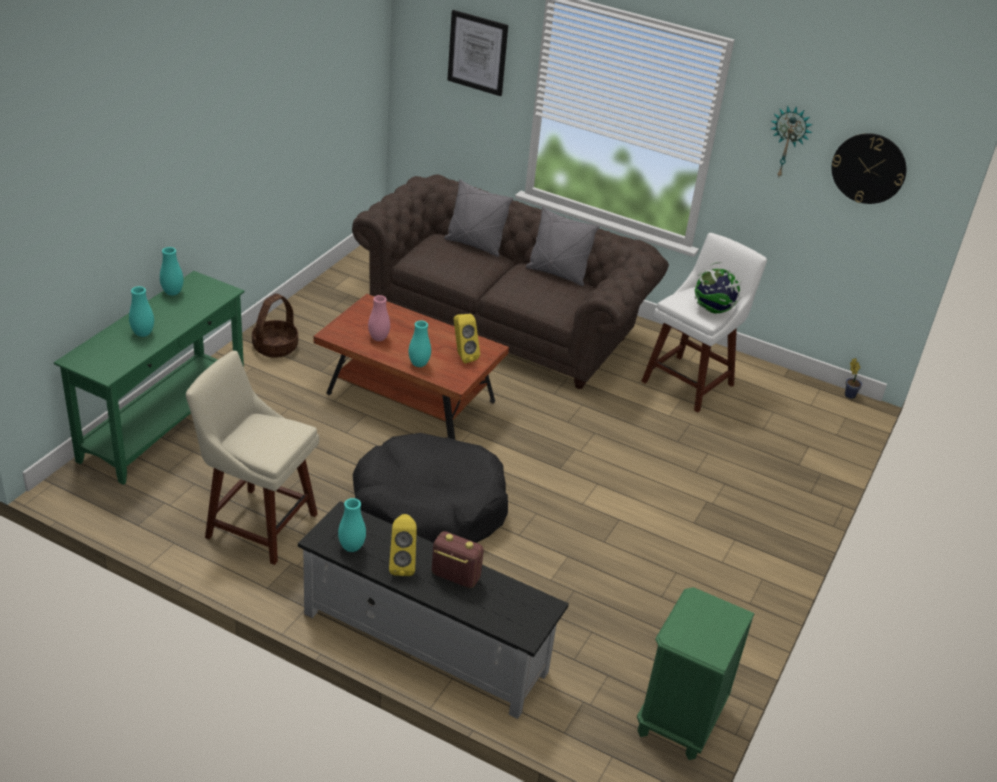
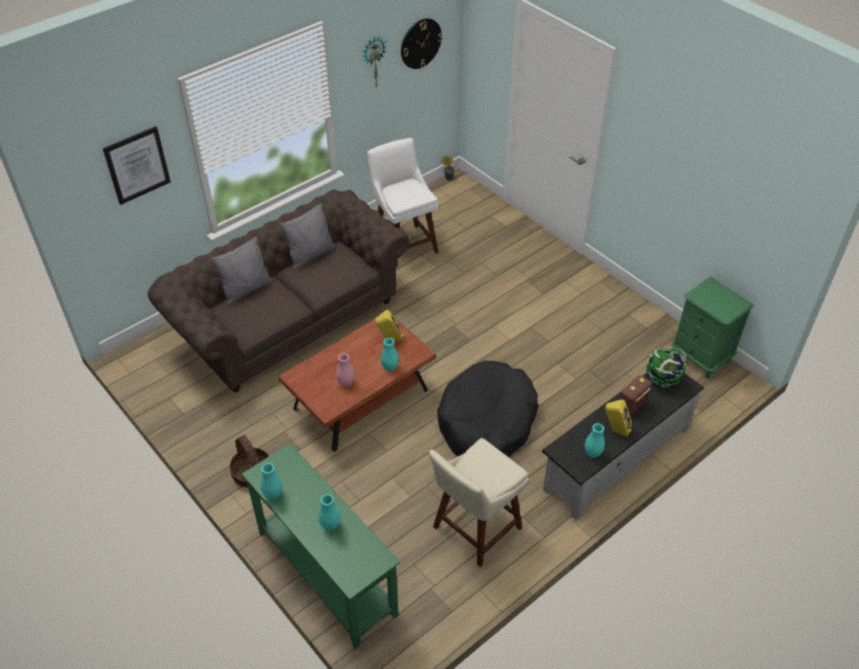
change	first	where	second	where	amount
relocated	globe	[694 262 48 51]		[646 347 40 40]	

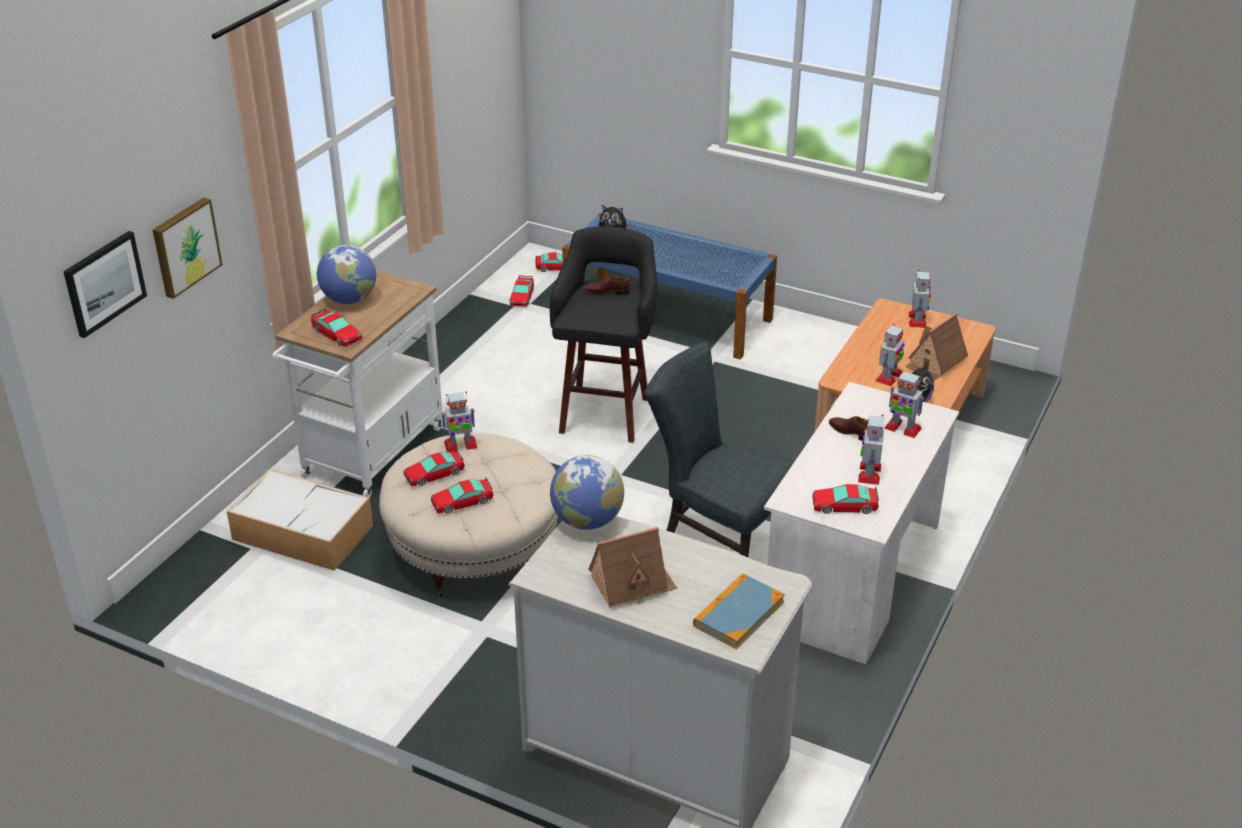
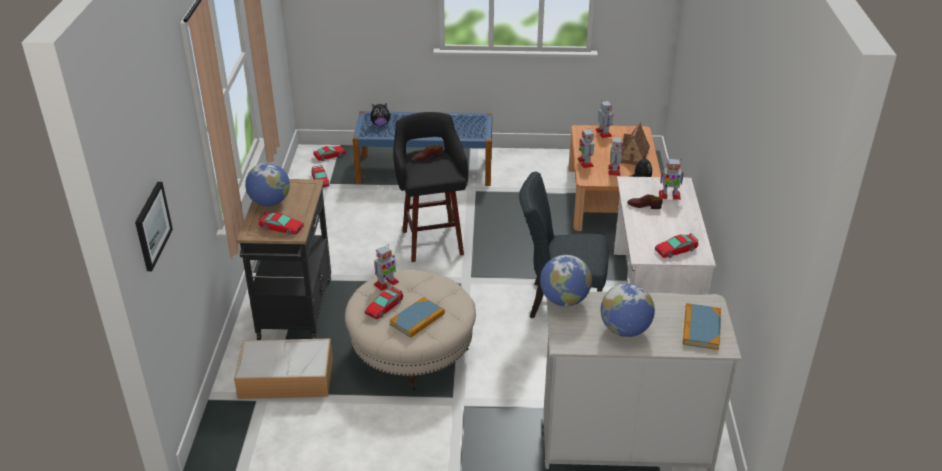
change	first	where	second	where	amount
missing	wall art	[153 198 70 101]			
colour	cart in whitish	[272 270 171 227]	cart in black-coloured	[237 179 95 161]	
exchanged	model car	[431 477 63 36]	book	[389 297 56 41]	
exchanged	toy house	[588 527 90 80]	globe	[601 283 54 54]	
relocated	toy robot	[858 414 27 71]		[578 128 16 40]	

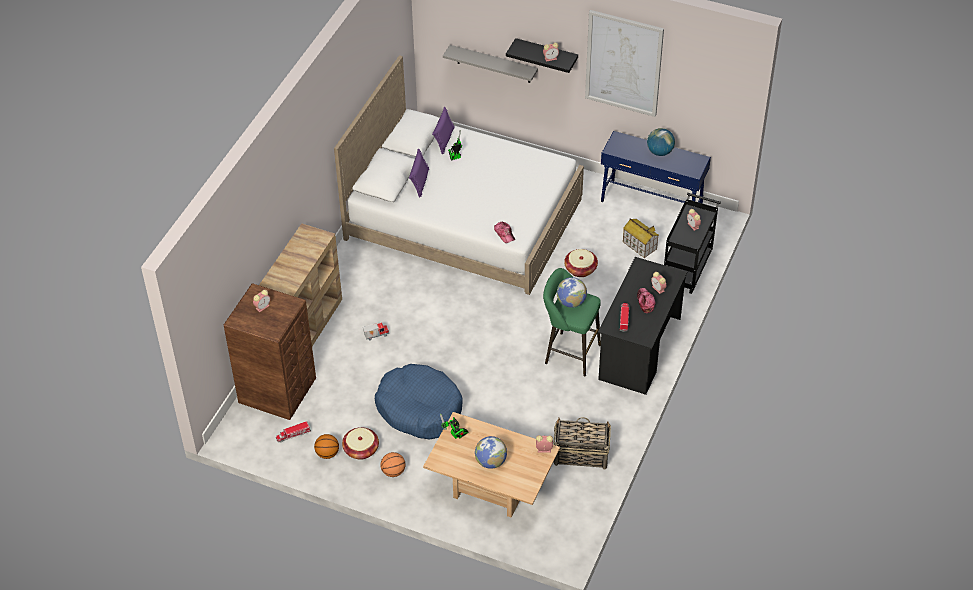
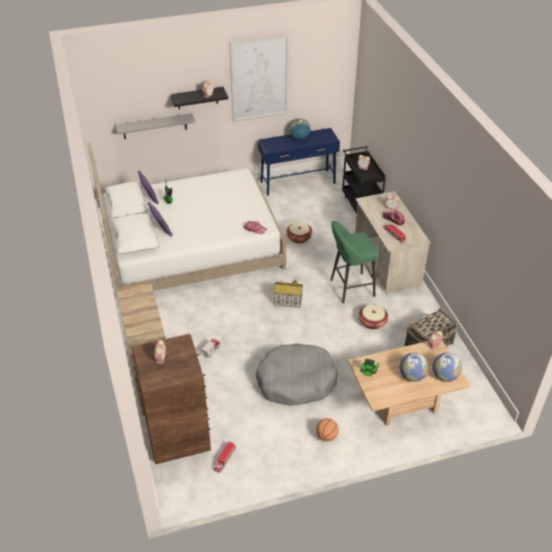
change	first	where	second	where	amount
missing	ball for basketball	[314 434 25 25]			
relocated	basket	[342 427 37 33]		[359 304 29 25]	
colour	dog cushion in bluish	[375 364 88 76]	dog cushion in grey	[256 343 82 63]	
relocated	globe	[557 277 30 31]		[432 353 30 29]	
colour	desk unit in black-coloured	[598 257 89 138]	desk unit in sand-coloured	[355 191 76 103]	
relocated	toy house	[623 218 36 40]		[274 279 29 29]	

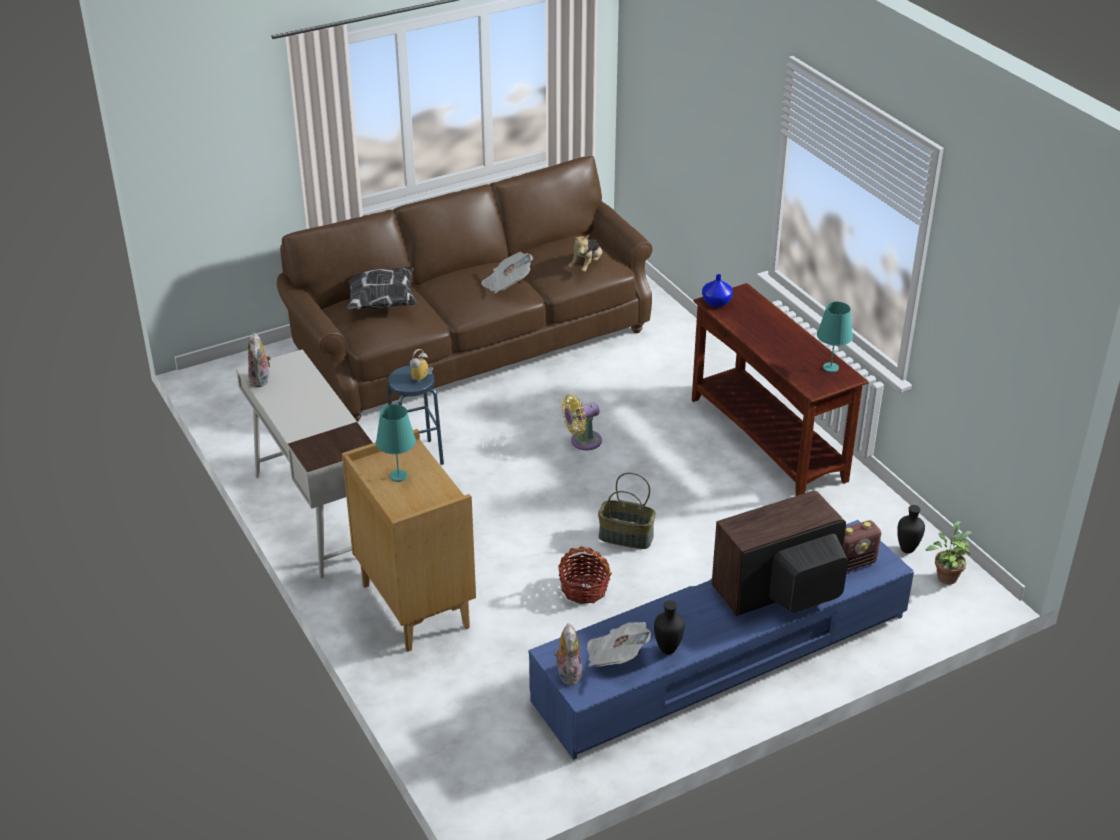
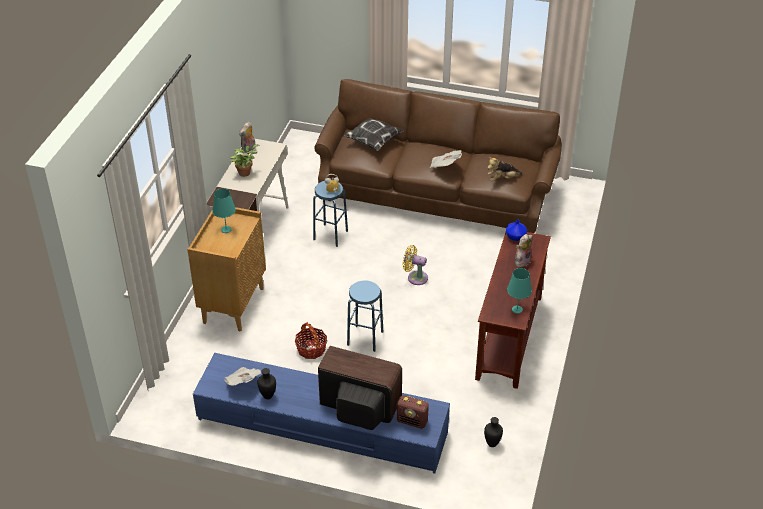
change	first	where	second	where	amount
relocated	soft toy	[554 623 28 62]		[515 234 17 33]	
exchanged	basket	[598 472 58 77]	stool seat in bluish	[347 280 36 72]	
relocated	potted plant	[926 521 46 63]		[230 144 30 33]	

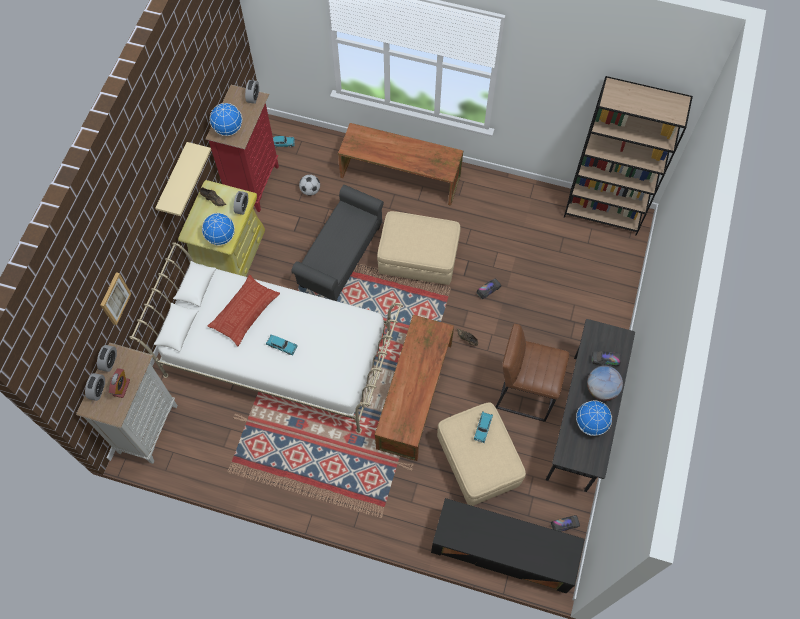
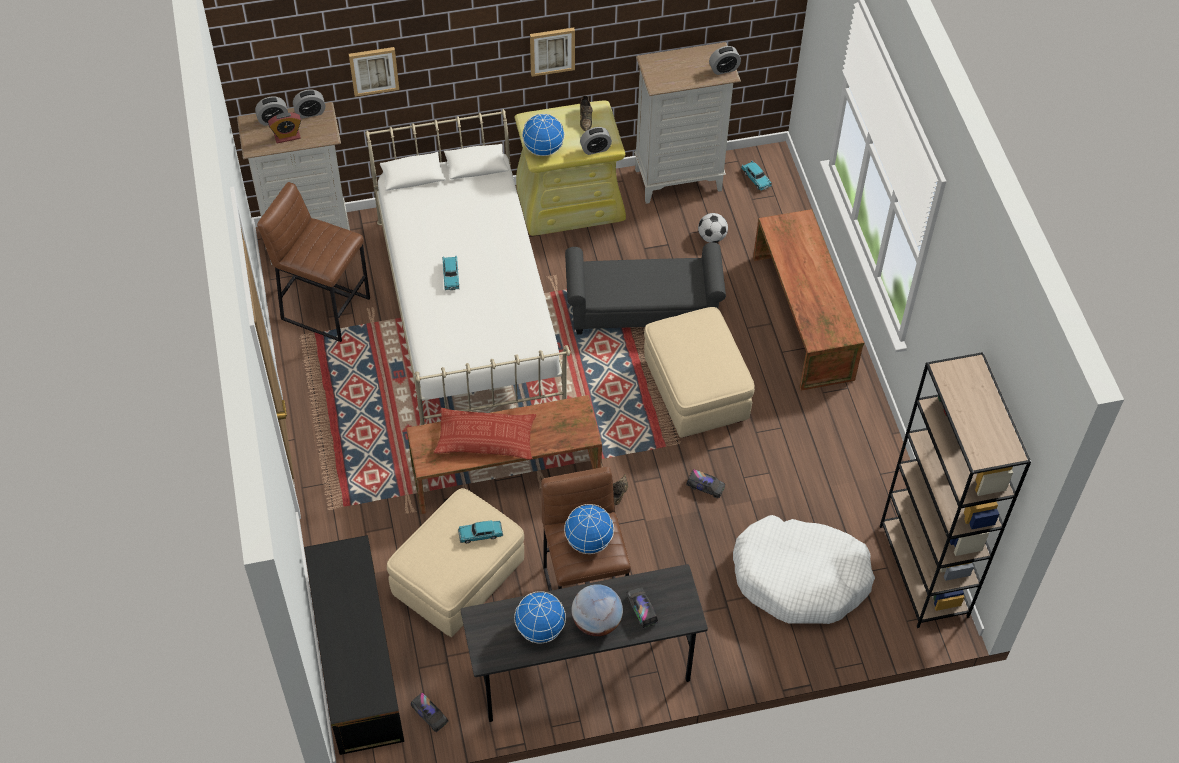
change	first	where	second	where	amount
exchanged	shelf in sand-coloured	[155 142 56 74]	wall art	[530 28 45 49]	
colour	chest of drawers in red	[206 85 73 127]	chest of drawers in whitish	[634 42 107 162]	
relocated	pillow	[208 275 72 71]		[434 408 102 52]	
relocated	globe	[209 103 33 33]		[564 504 50 50]	
appeared			stool seat in brown	[257 182 113 160]	
appeared			dog cushion in whitish	[733 515 142 109]	

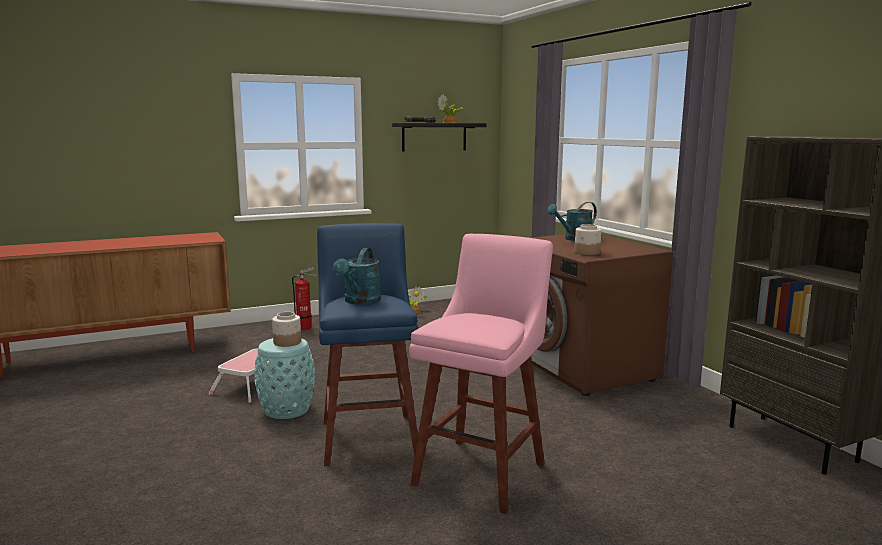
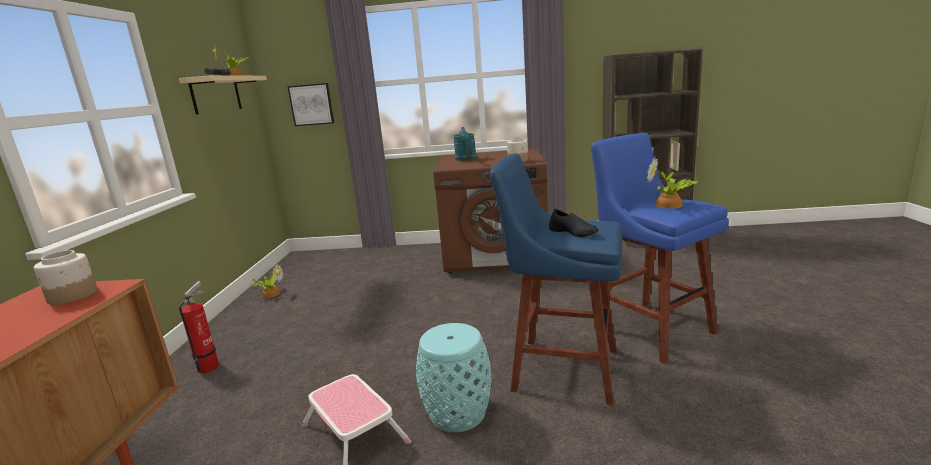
change	first	where	second	where	amount
relocated	preserve jar	[272 312 29 35]		[34 250 63 55]	
exchanged	sprinkling can in turquoise-coloured	[333 248 48 57]	item of footwear in black-coloured	[549 209 50 28]	
colour	shelf in black-coloured	[392 123 94 28]	shelf in sand-coloured	[179 75 88 39]	
colour	stool seat in pinkish	[409 234 144 280]	stool seat in bluish	[591 133 138 231]	
appeared			wall art	[287 83 47 43]	
appeared			potted plant	[647 157 51 51]	

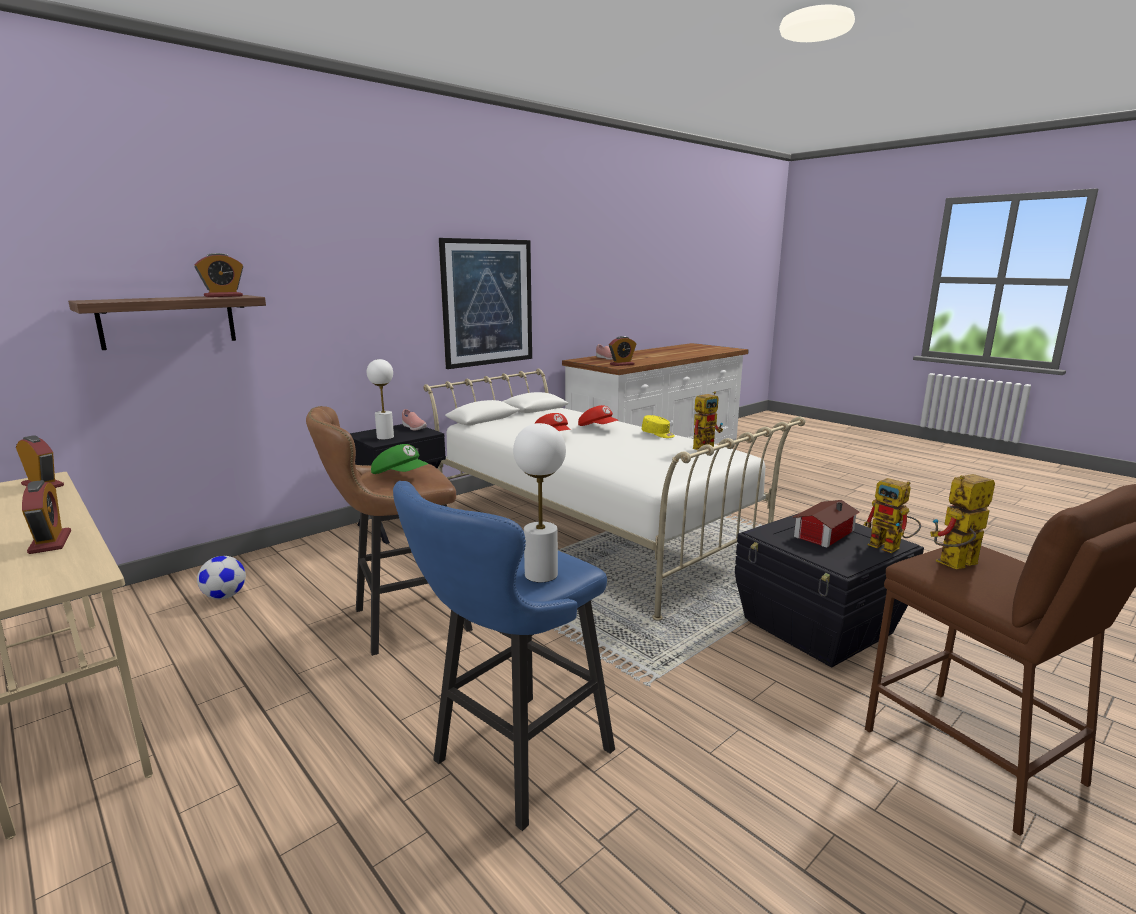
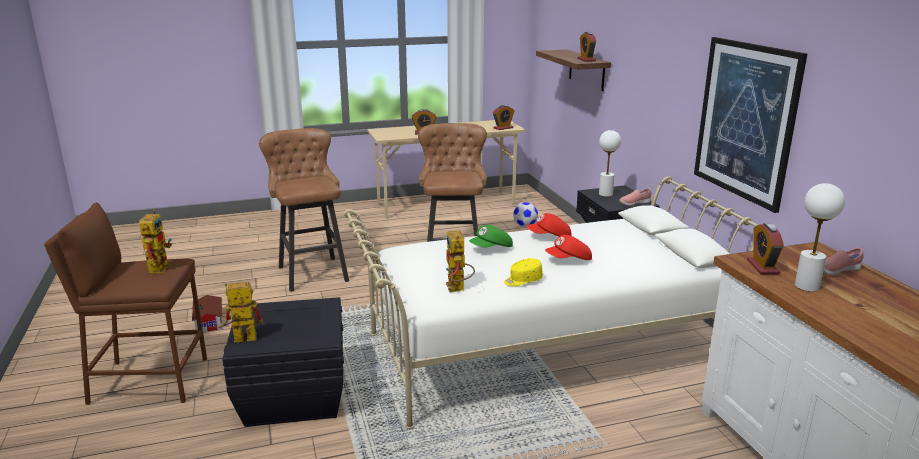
change	first	where	second	where	amount
relocated	baseball cap in green	[371 444 57 30]		[469 225 44 23]	
colour	stool seat in bluish	[393 481 222 350]	stool seat in brown	[259 128 90 164]	
relocated	table lamp in whitish	[513 423 53 160]		[795 183 50 109]	
relocated	toy house	[793 500 67 47]		[192 295 30 37]	

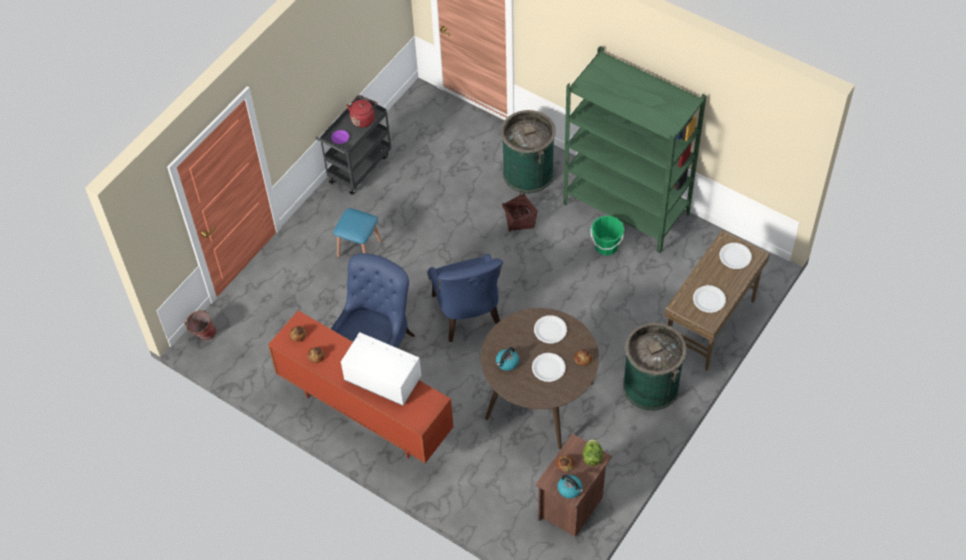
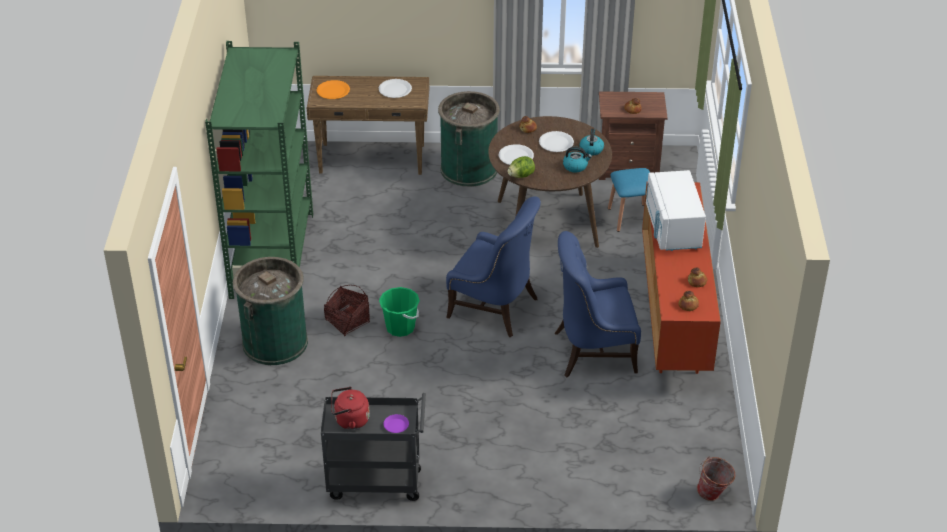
change	first	where	second	where	amount
relocated	stool seat in bluish	[334 208 48 50]		[608 168 42 64]	
spun	upright chair in bluish	[427 254 76 88]		[446 196 95 141]	75 degrees clockwise
relocated	tea kettle	[558 474 25 24]		[579 129 25 27]	
relocated	lettuce head	[583 439 20 27]		[507 156 28 22]	
relocated	water bucket in green	[590 215 35 41]		[379 287 41 50]	
colour	flat dish in whitish	[719 243 33 26]	flat dish in orange-coloured	[316 80 34 19]	

